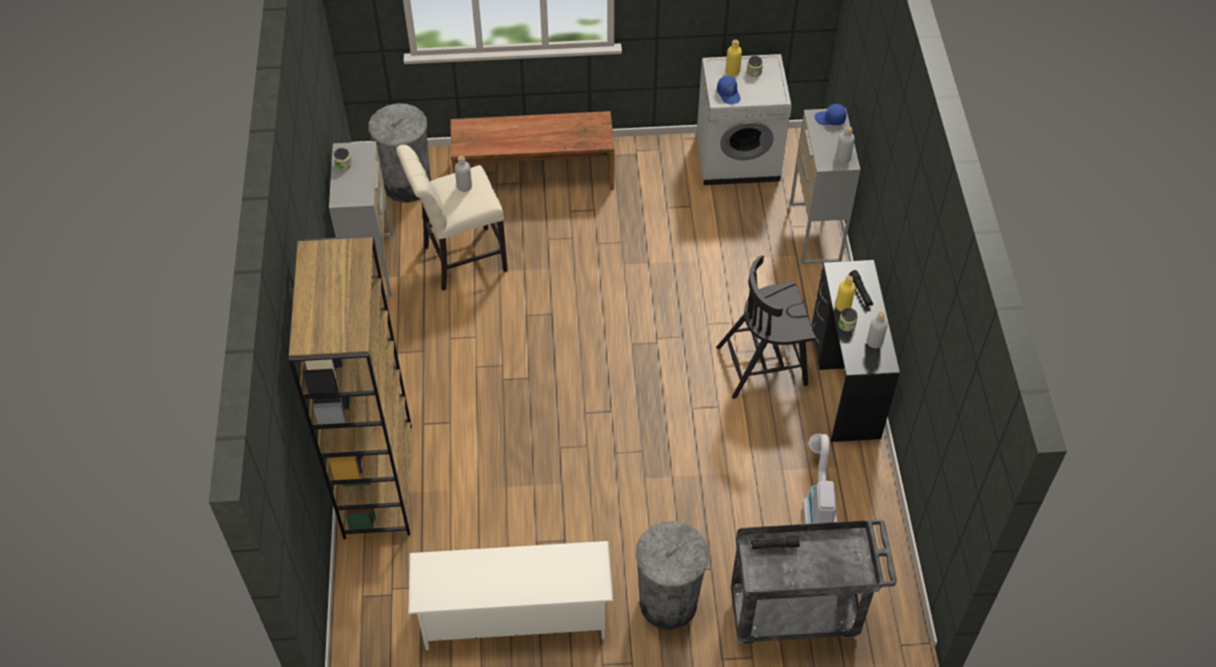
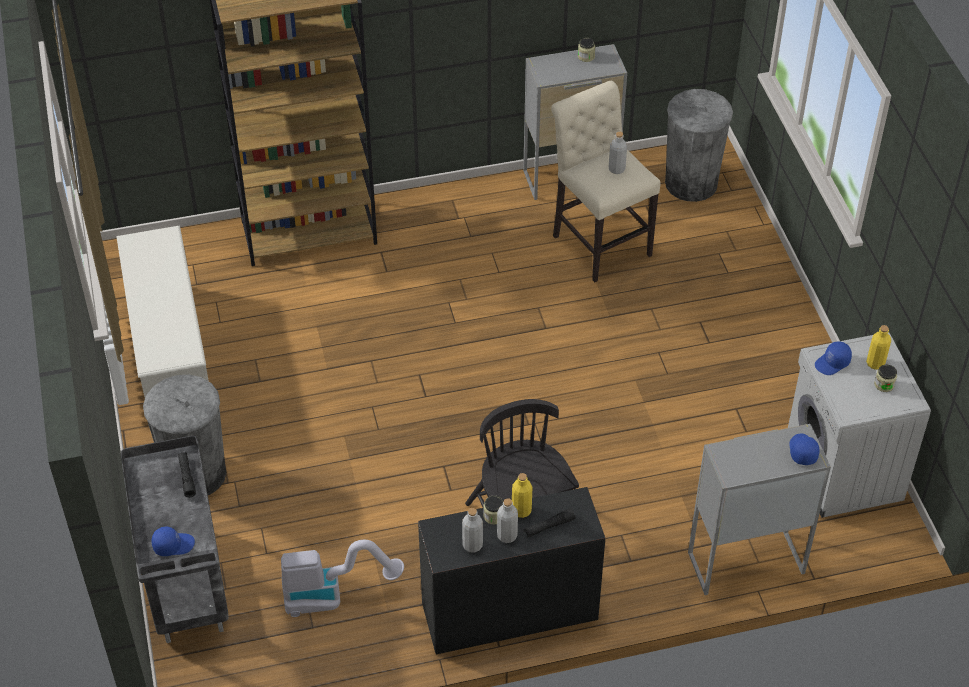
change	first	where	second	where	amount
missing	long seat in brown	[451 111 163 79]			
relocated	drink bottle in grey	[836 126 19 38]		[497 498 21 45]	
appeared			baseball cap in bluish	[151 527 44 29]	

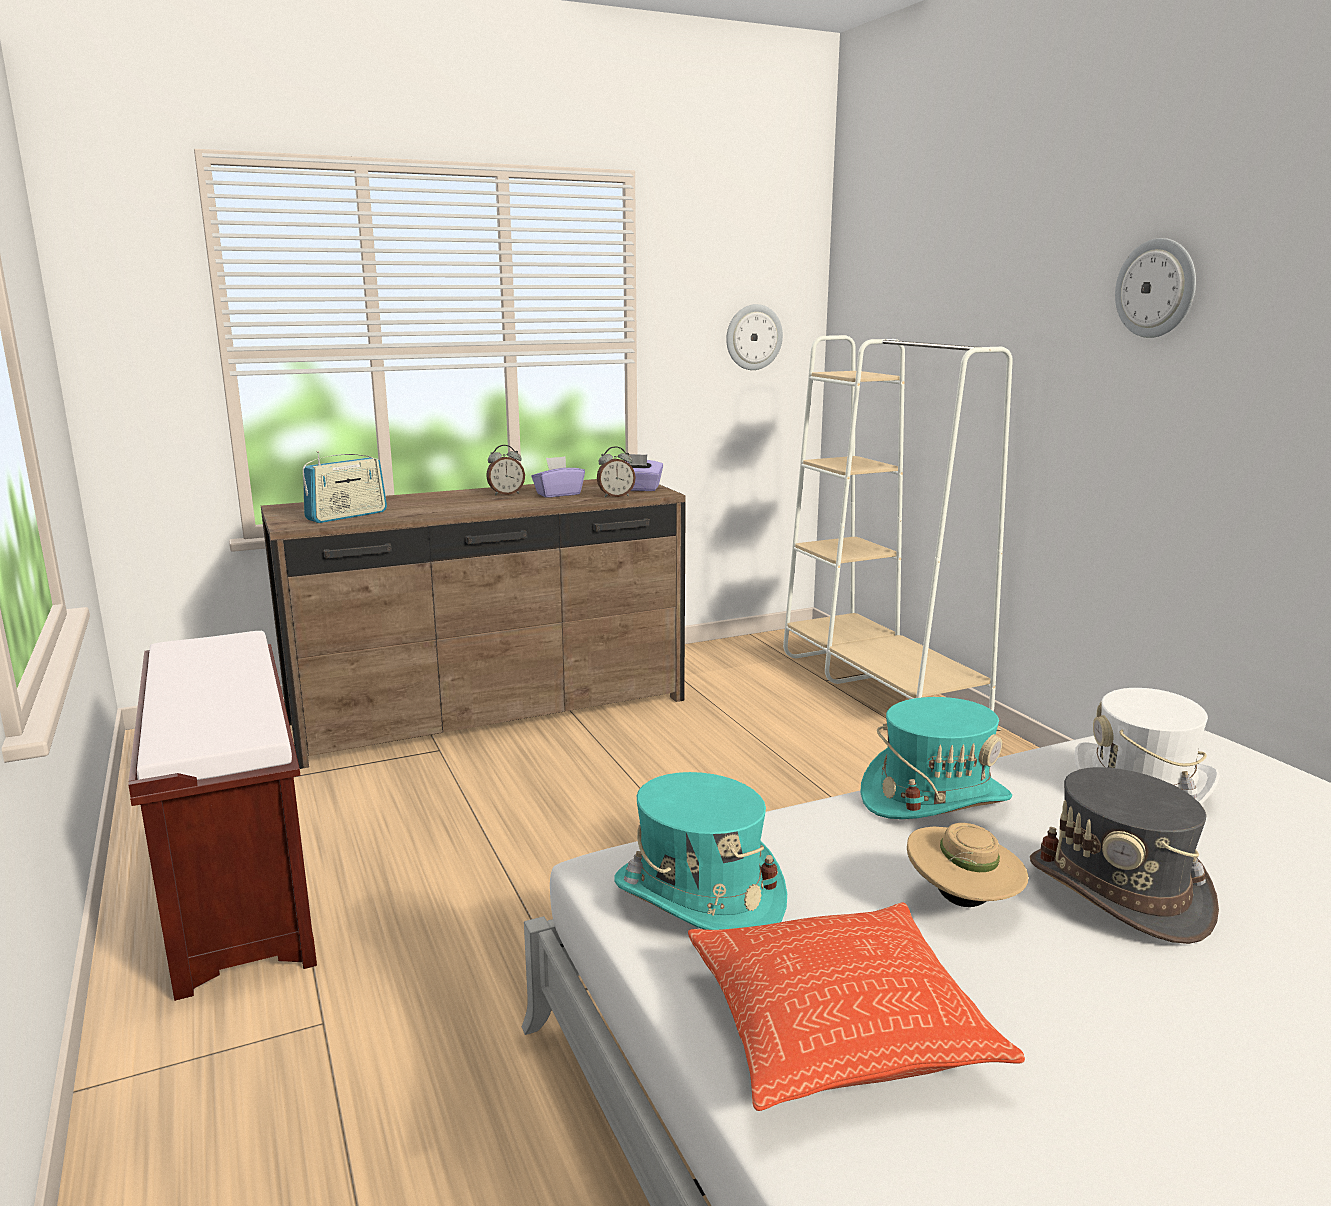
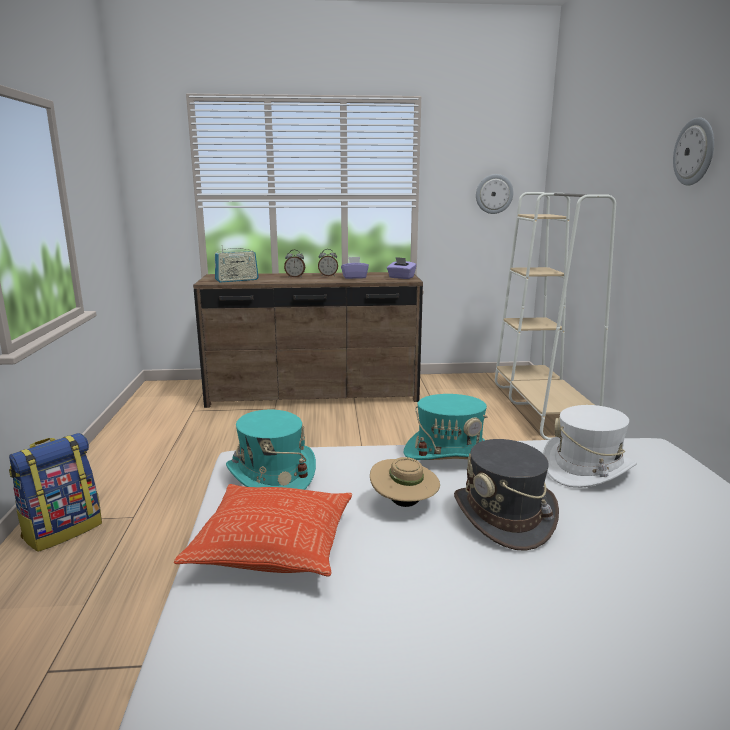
change	first	where	second	where	amount
missing	long seat in brown	[128 631 189 370]			
relocated	bedside clock	[597 446 39 52]		[284 250 21 27]	
appeared			backpack	[9 433 93 119]	

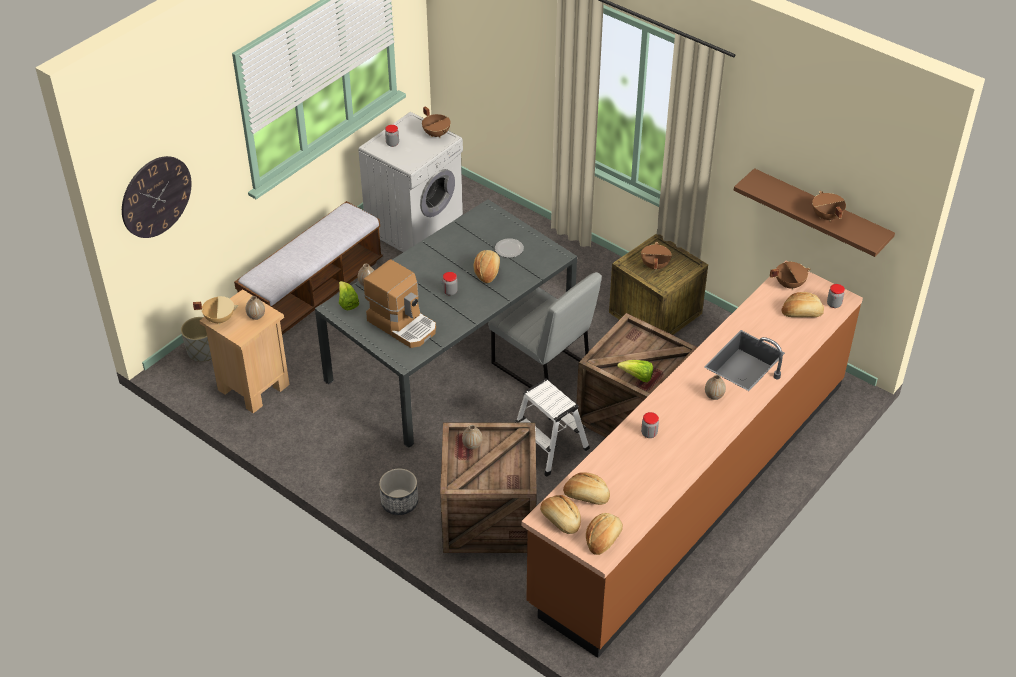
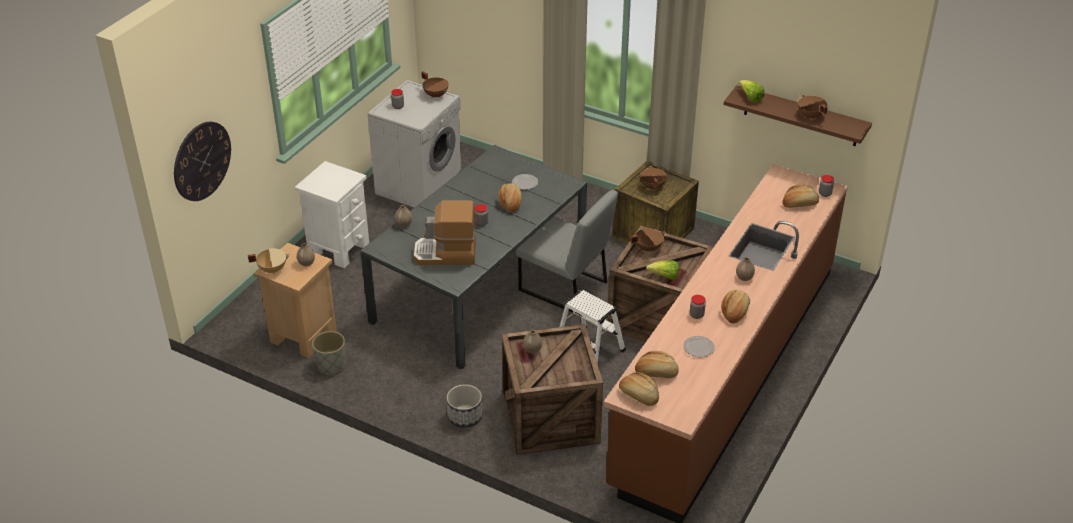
change	first	where	second	where	amount
relocated	flower pot in grey	[181 317 31 45]		[312 331 34 44]	
exchanged	long seat	[234 201 149 134]	nightstand in whitish	[294 161 75 107]	
relocated	lettuce head	[339 281 20 29]		[739 80 25 23]	
spun	coffee machine	[363 259 73 89]		[414 200 62 65]	150 degrees clockwise
relocated	bakery bread	[586 513 37 42]		[721 290 29 33]	
relocated	stockpot in brown	[770 262 41 28]		[630 228 35 25]	
appeared			flat dish	[683 336 32 21]	

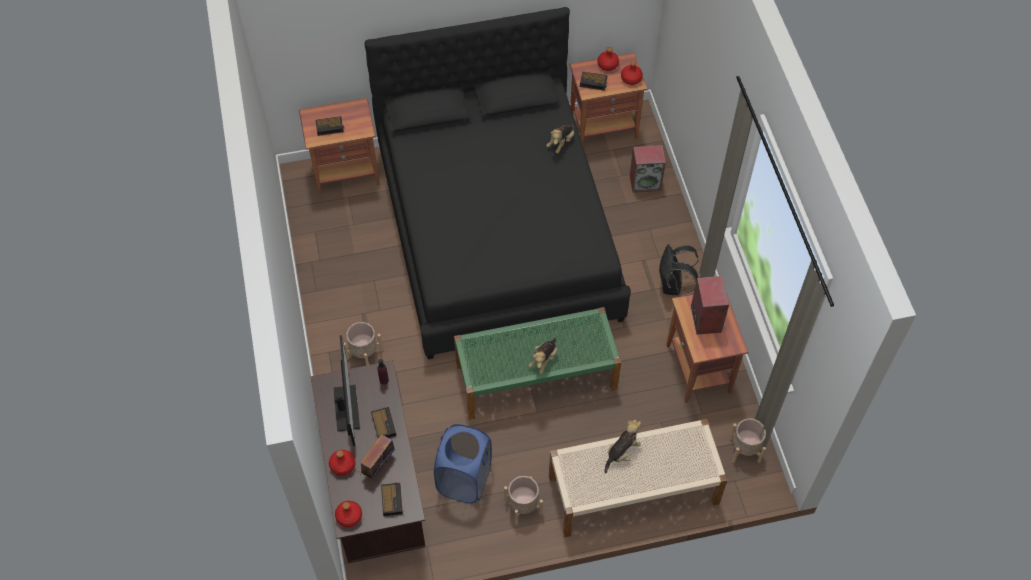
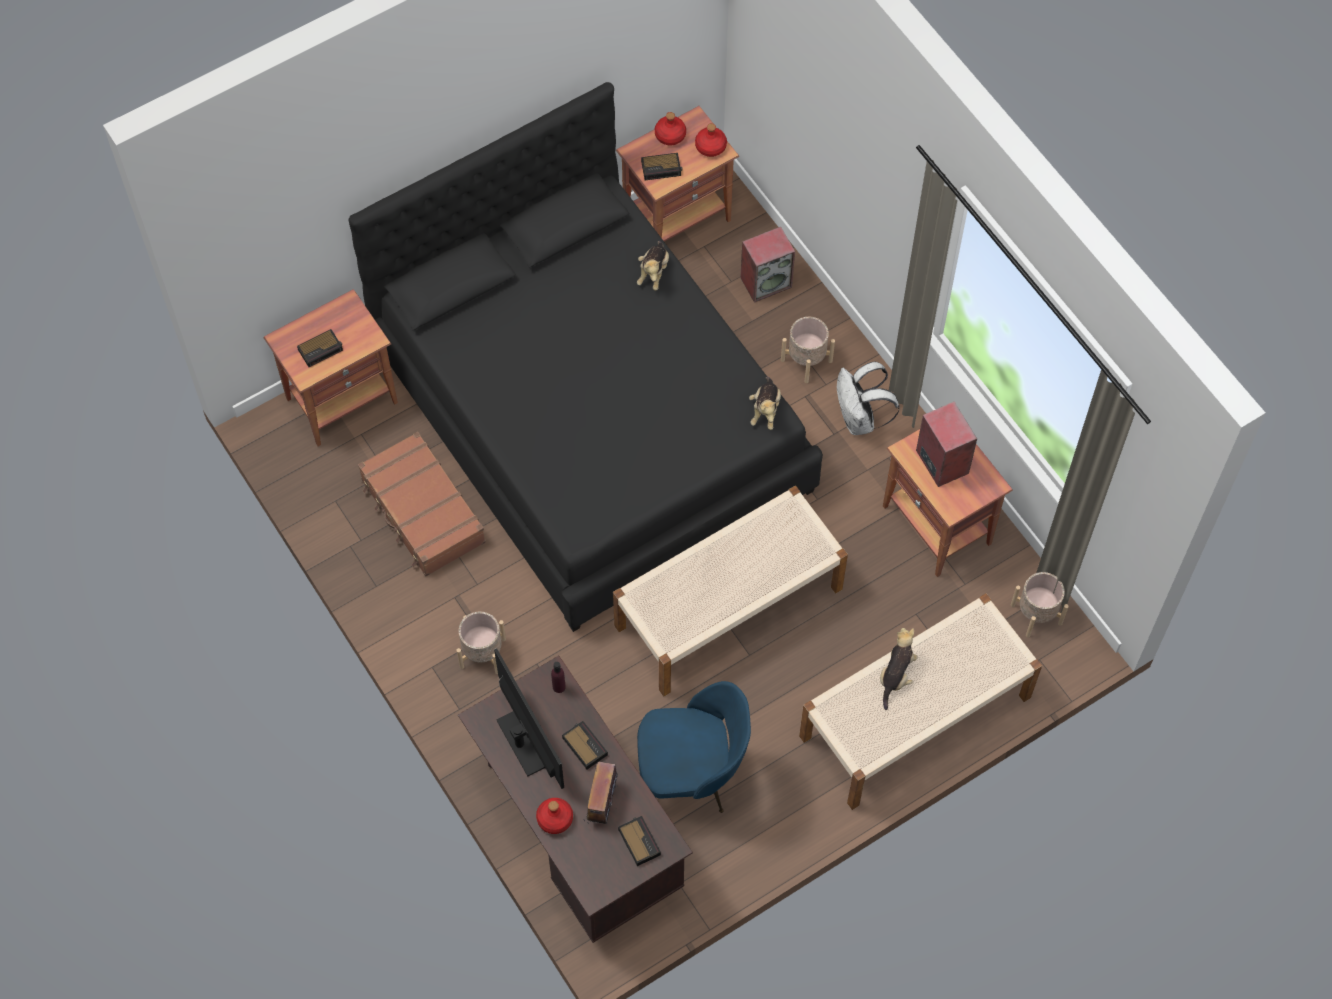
change	first	where	second	where	amount
missing	drink bottle in red	[335 501 27 26]			
exchanged	hamper in bluish	[434 424 58 80]	upright chair in bluish	[637 681 114 132]	
colour	long seat in green	[454 307 167 113]	long seat in sand-coloured	[613 485 235 212]	
relocated	flower pot in sand-coloured	[504 476 39 49]		[781 317 54 66]	
relocated	soft toy	[529 337 28 37]		[749 377 32 53]	
colour	backpack in black-coloured	[659 244 40 51]	backpack in whitish	[837 362 62 73]	
appeared			piece of luggage in brown	[358 432 128 144]	

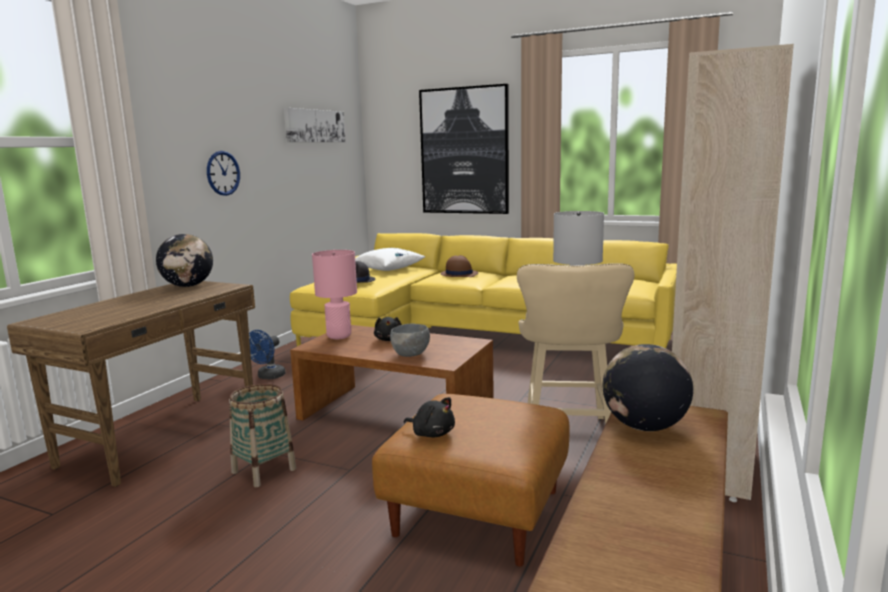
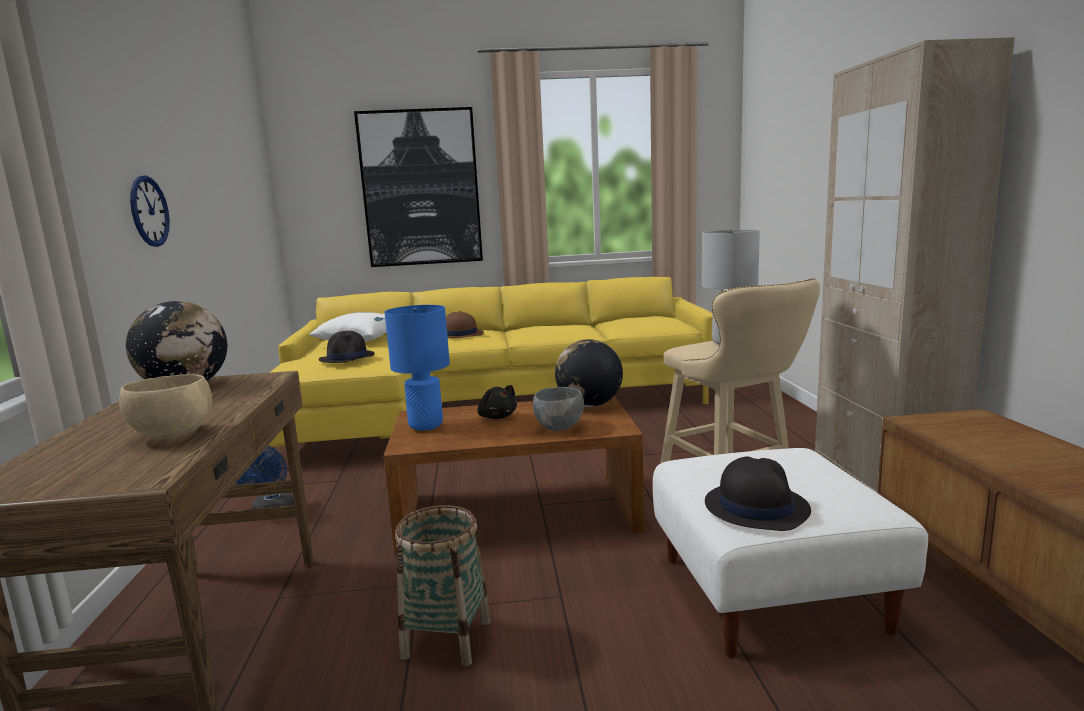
change	first	where	second	where	amount
missing	wall art	[284 108 62 34]			
colour	table lamp in pinkish	[312 250 45 90]	table lamp in bluish	[385 305 65 126]	
colour	ottoman in brown	[372 394 198 173]	ottoman in whitish	[653 448 275 210]	
exchanged	soft toy in black-coloured	[404 397 51 40]	wearable hat in black-coloured	[705 456 106 75]	
relocated	globe	[603 344 90 87]		[555 339 68 68]	
appeared			serving bowl in sand-coloured	[119 374 93 65]	

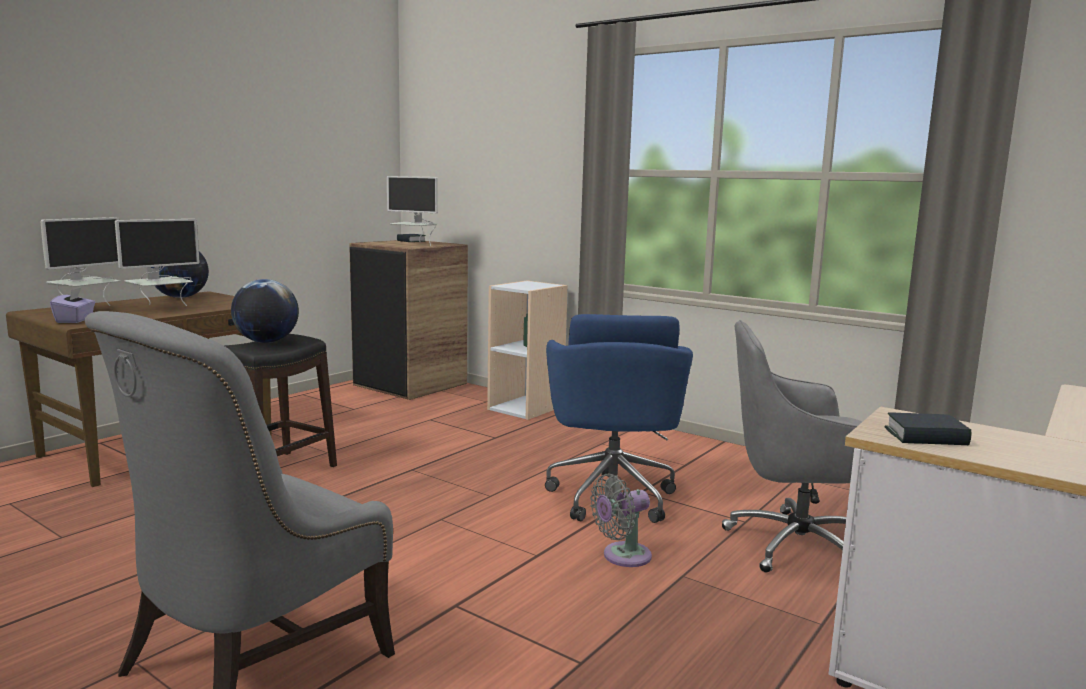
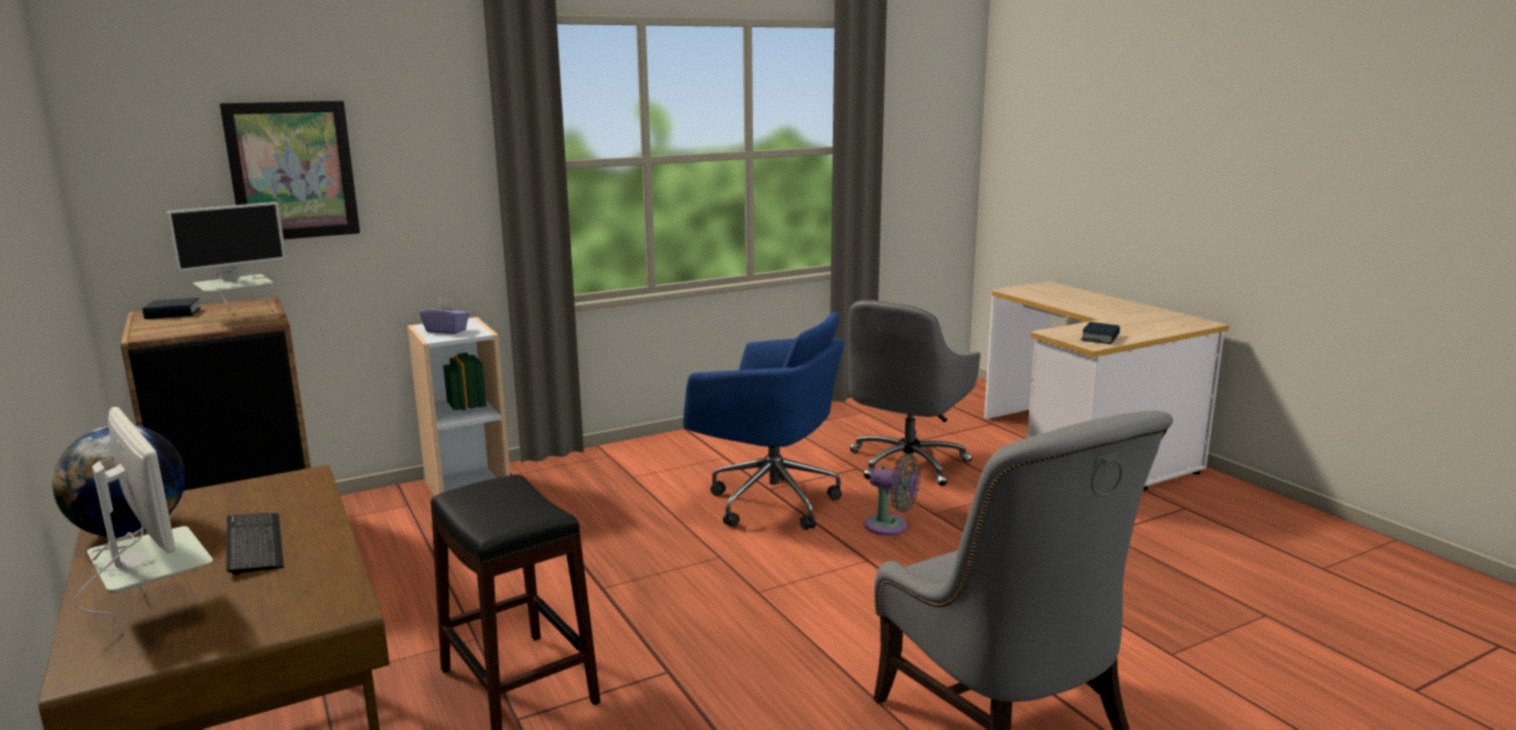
change	first	where	second	where	amount
relocated	tissue holder in purplish	[50 288 45 35]		[420 298 49 36]	
exchanged	computer display	[115 219 85 87]	PC keyboard	[226 513 58 63]	
missing	globe	[231 279 68 64]			
spun	cooling fan in grey	[590 474 62 93]		[864 454 56 82]	60 degrees counterclockwise
appeared			wall art	[220 101 140 138]	

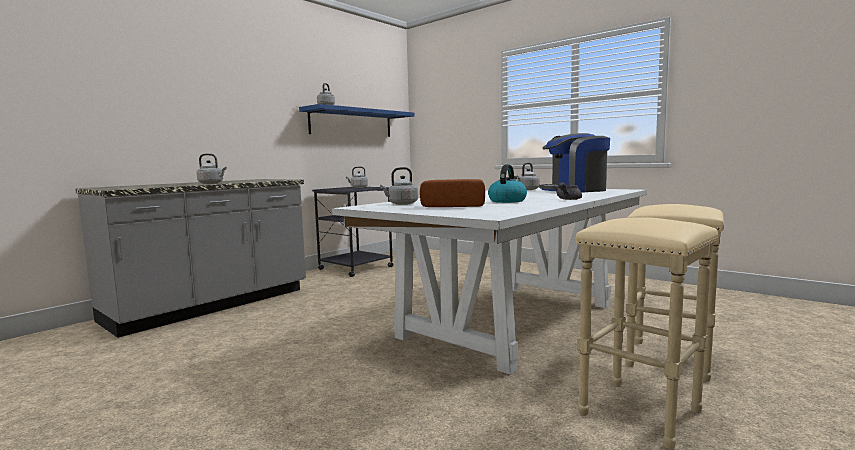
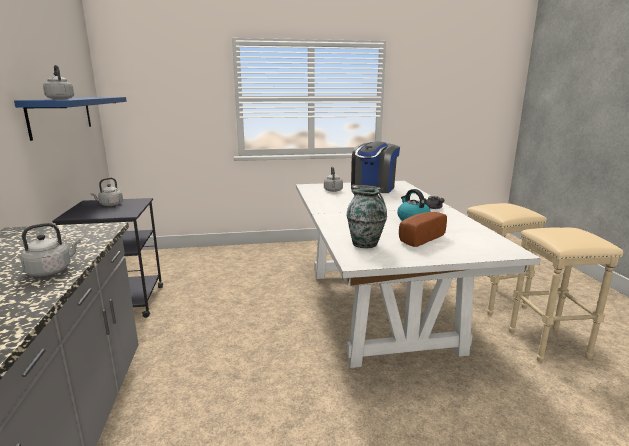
change	first	where	second	where	amount
exchanged	tea kettle in grey	[380 167 38 38]	flower vase	[346 188 41 60]	

